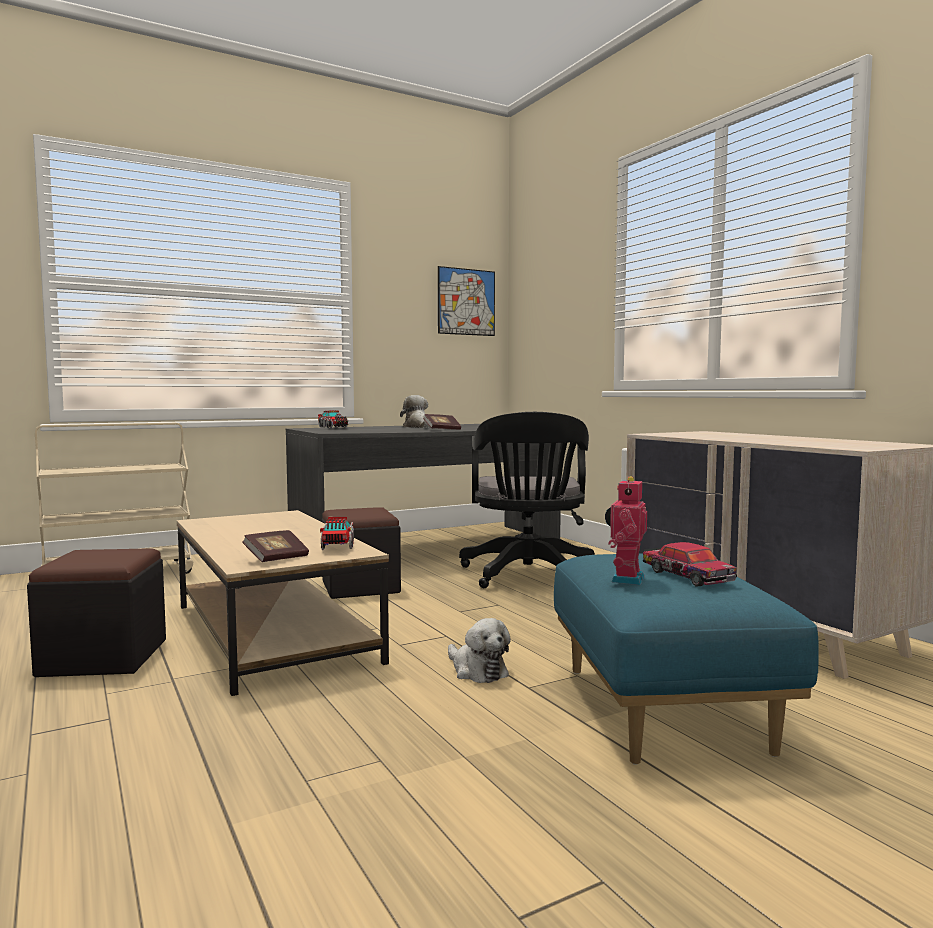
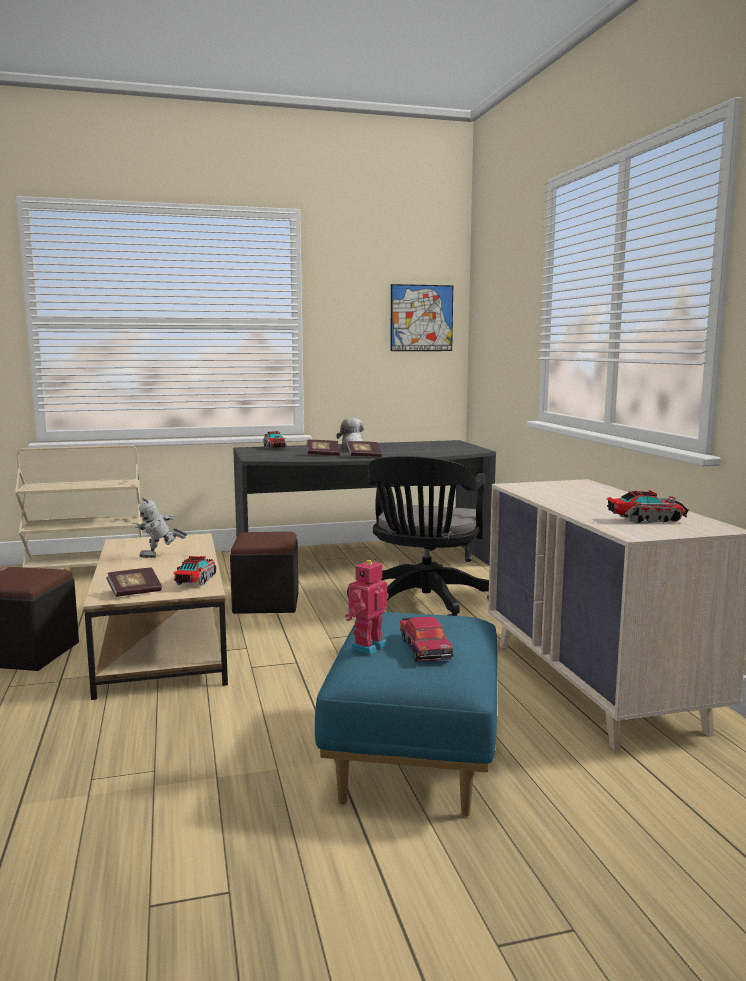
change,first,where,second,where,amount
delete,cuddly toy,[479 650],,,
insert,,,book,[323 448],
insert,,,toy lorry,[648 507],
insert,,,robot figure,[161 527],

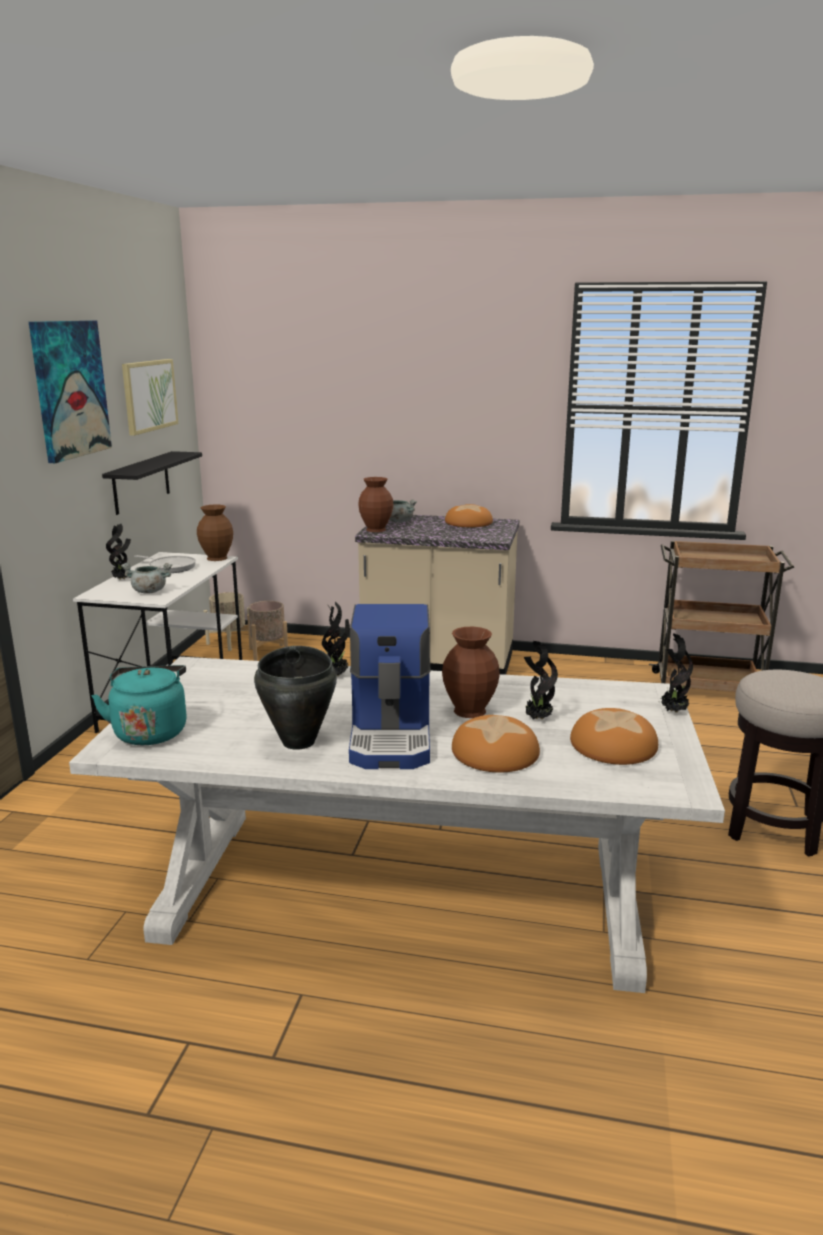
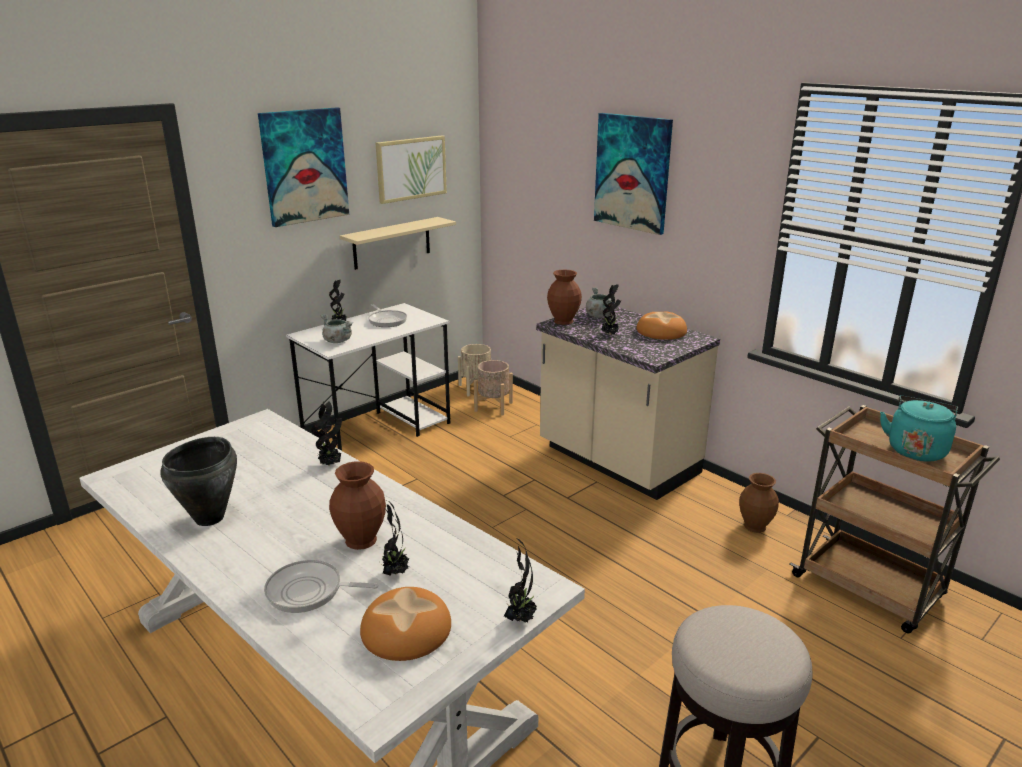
change,first,where,second,where,amount
recolor,wall shelf (blackish),[152 483],wall shelf (sand-coloured),[398 243],
move,vase (brown-coloured),[215 533],,[759 503],
delete,coffee maker,[389 686],,,
move,tea kettle (turquoise-coloured),[139 705],,[919 429],
replace,bakery bread,[496 743],pan,[321 586],
insert,,,wall picture,[633 174],
insert,,,houseplant,[611 310],

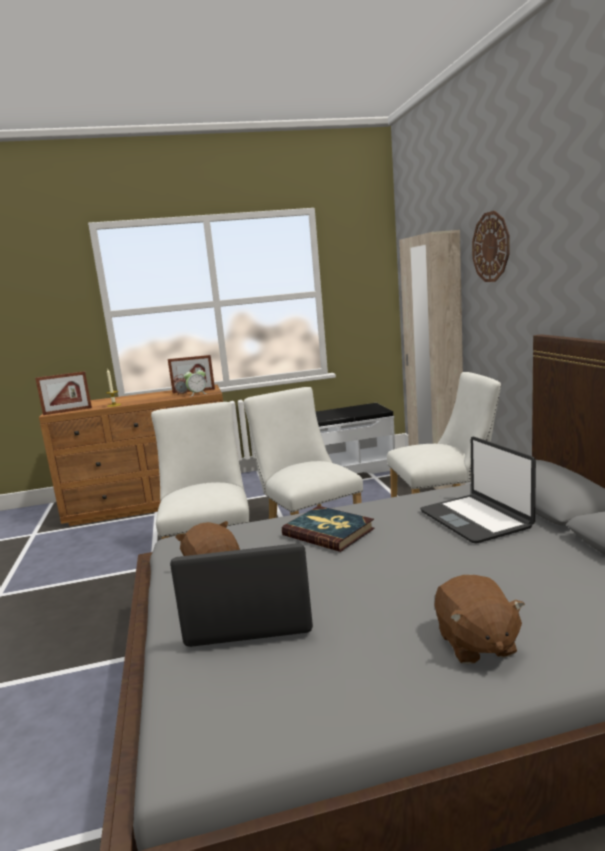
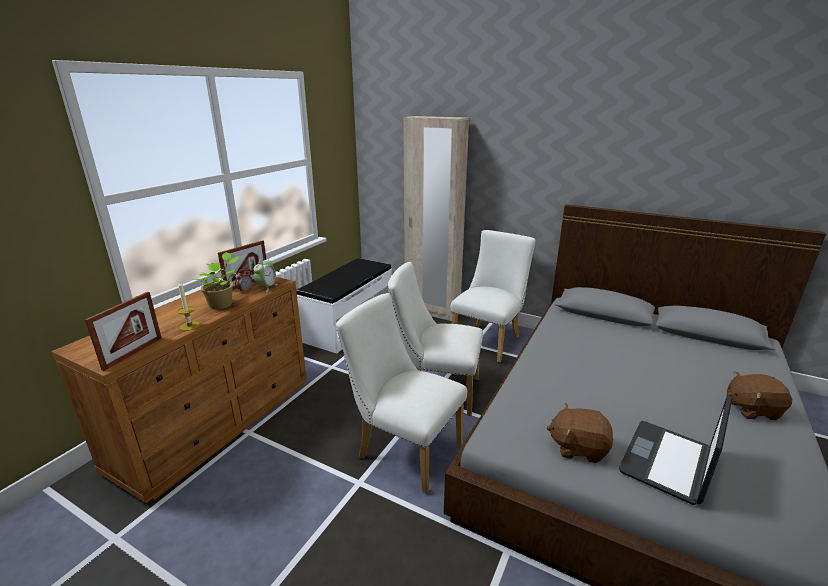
change,first,where,second,where,amount
delete,hanging clock,[490 246],,,
delete,laptop,[478 490],,,
delete,book,[328 529],,,
rotate,cuddly toy (brown-coloured),[480 619],,[759 395],150 degrees clockwise
insert,,,houseplant,[215 281],

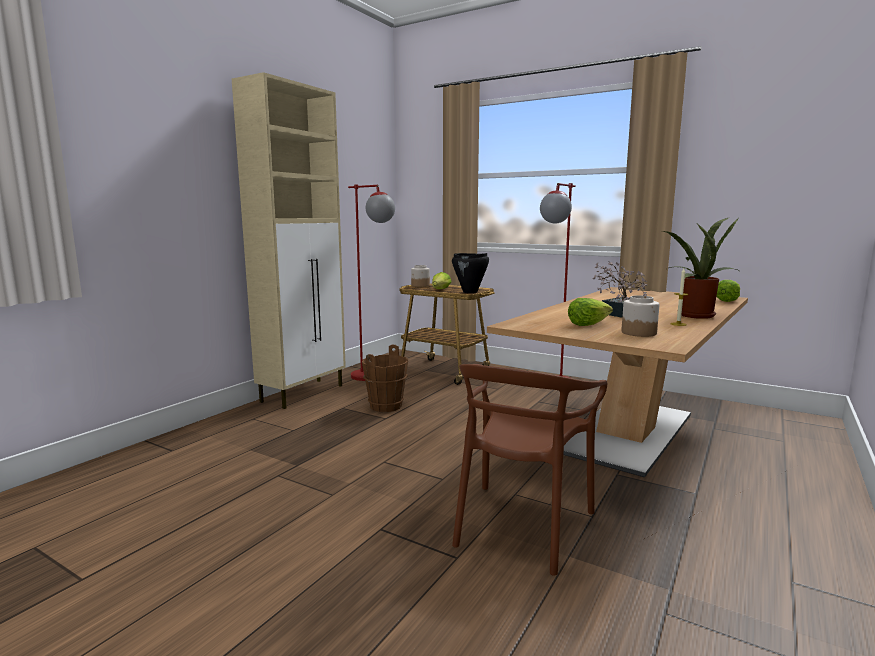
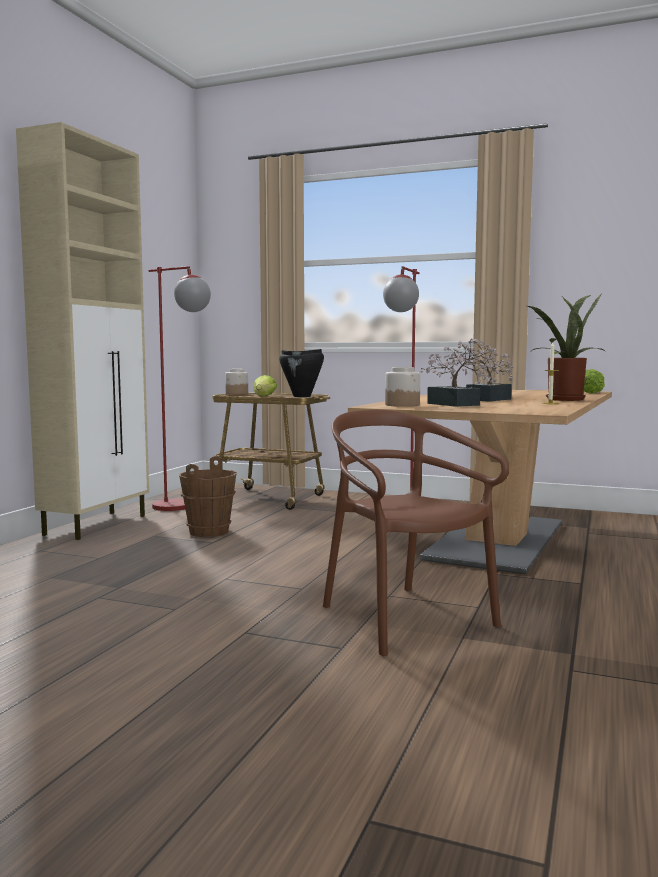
change,first,where,second,where,amount
move,storage jar,[640 316],,[402 387],
replace,head of lettuce,[590 312],houseplant,[458 372],
rotate,chair (brown-coloured),[529 470],,[416 533],135 degrees clockwise

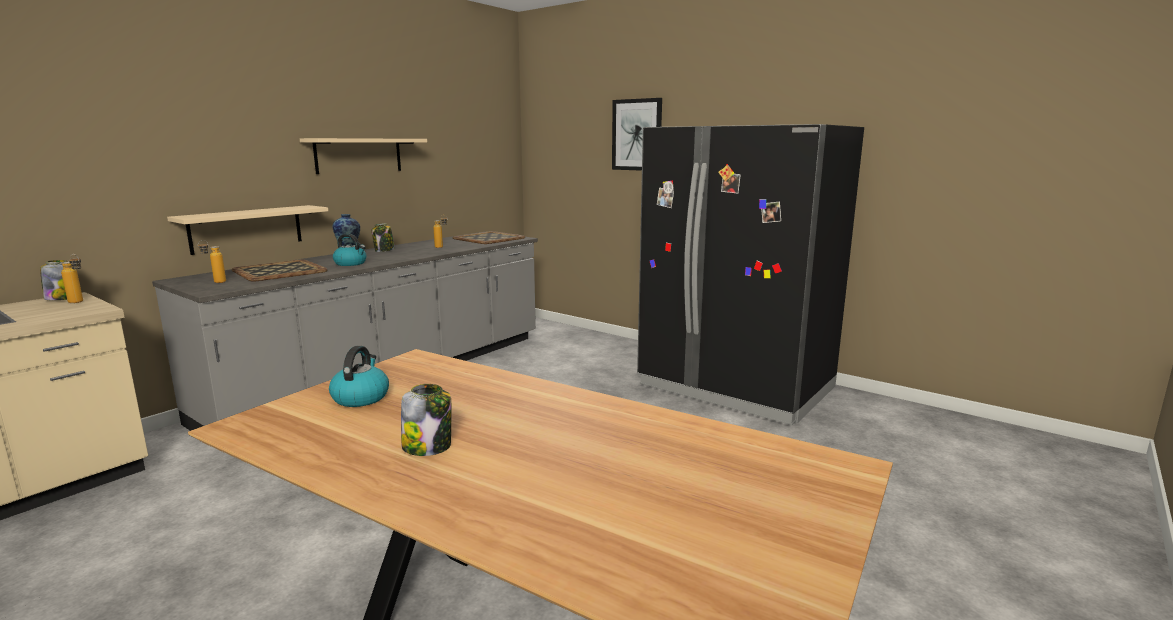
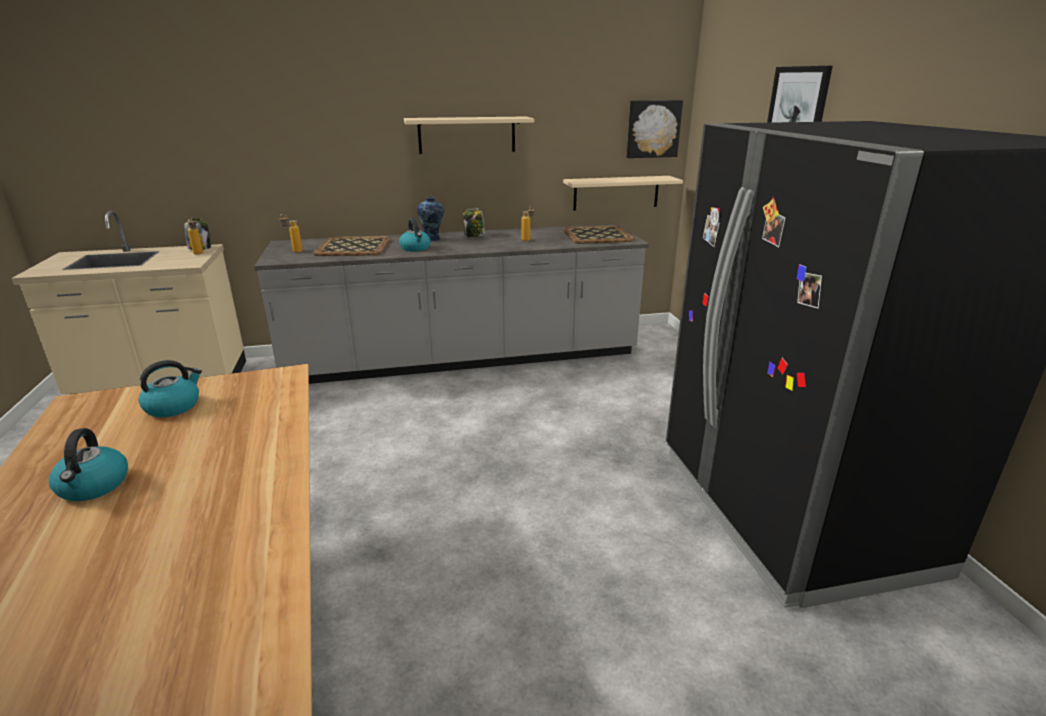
change,first,where,second,where,amount
move,wall shelf (sand-coloured),[247 230],,[623 193],
replace,storage jar,[426 420],tea kettle,[88 464],
insert,,,wall picture,[655 129],

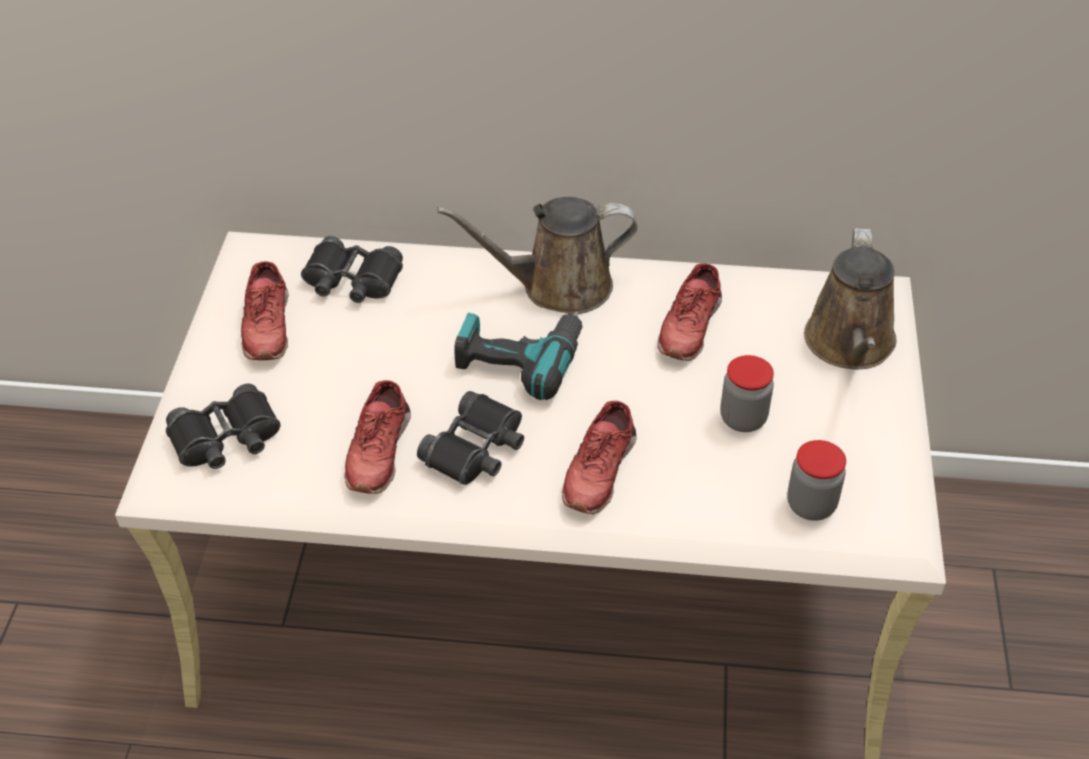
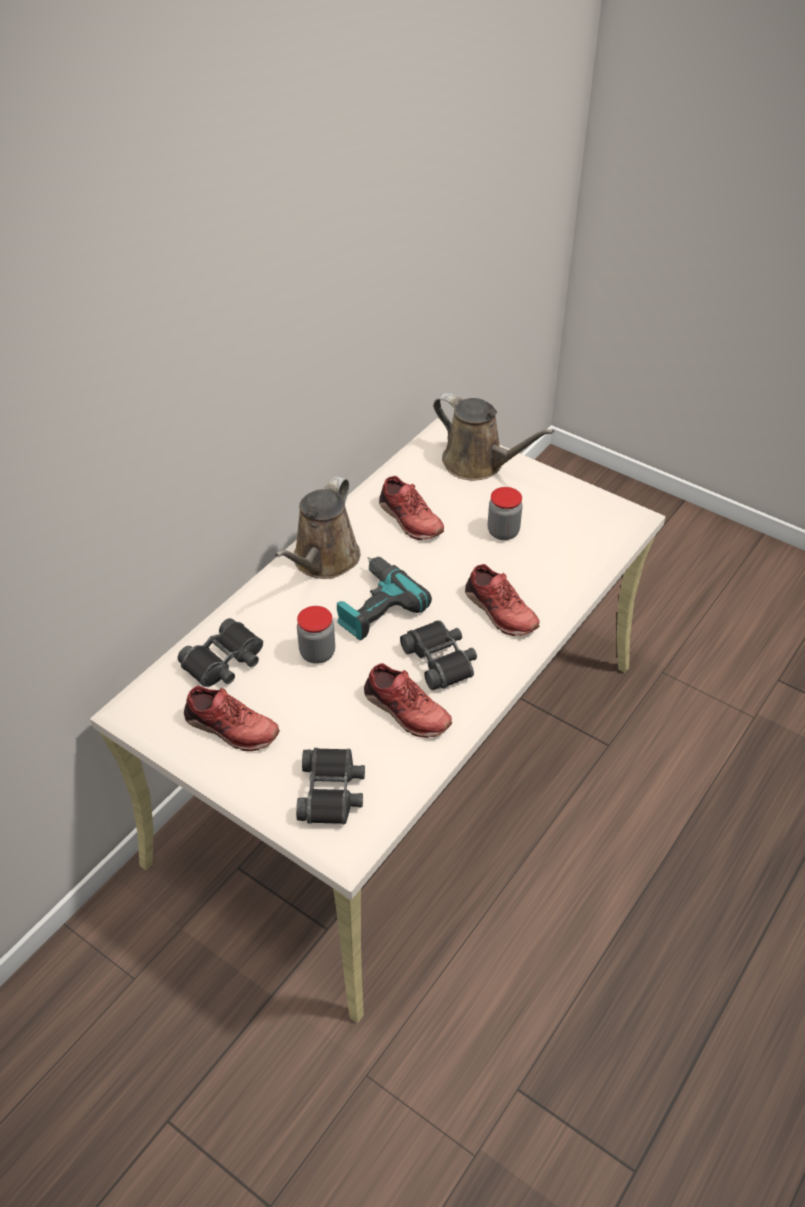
change,first,where,second,where,amount
move,storage jar,[816 480],,[316 635],

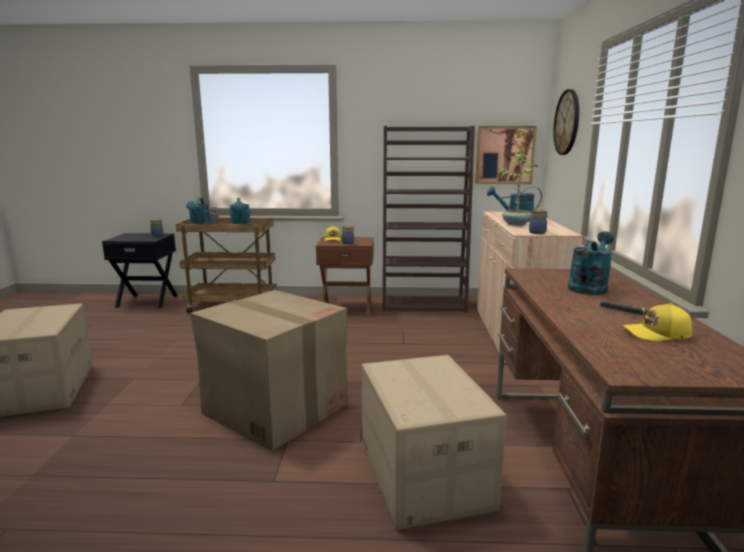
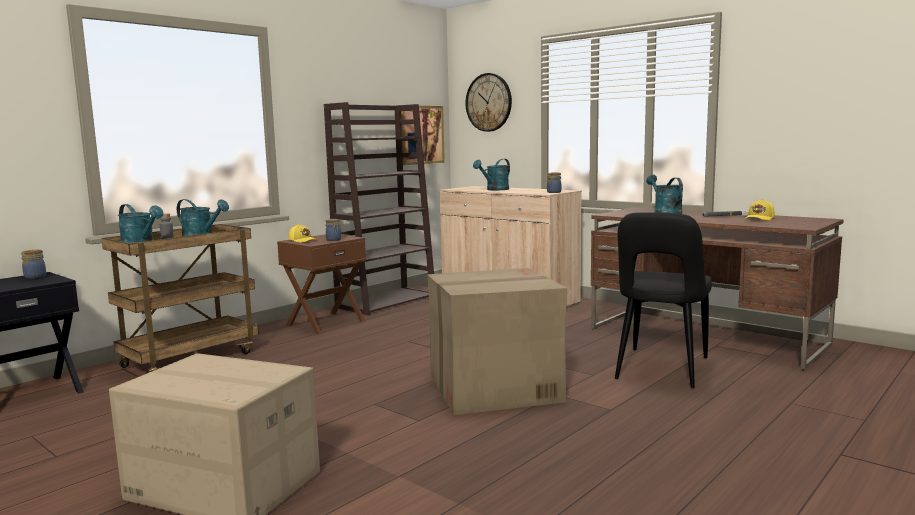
change,first,where,second,where,amount
delete,houseplant,[518 189],,,
replace,cardboard box,[434 442],chair (blackish),[663 300],

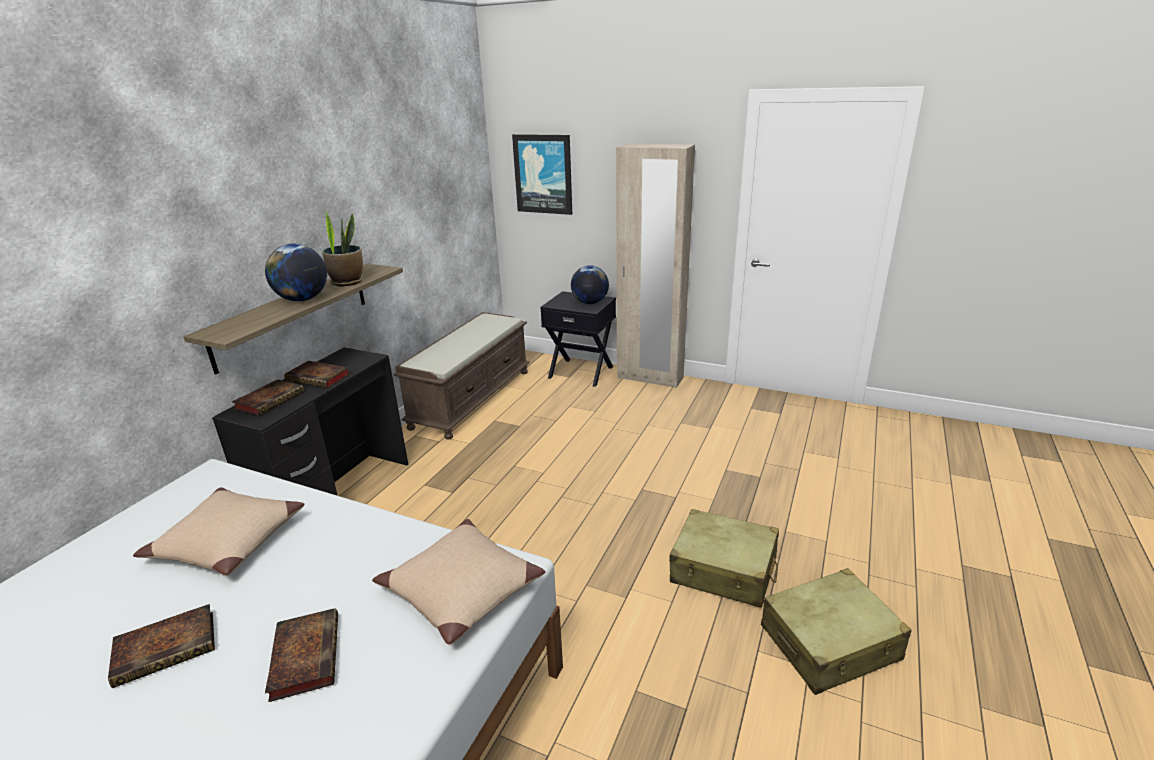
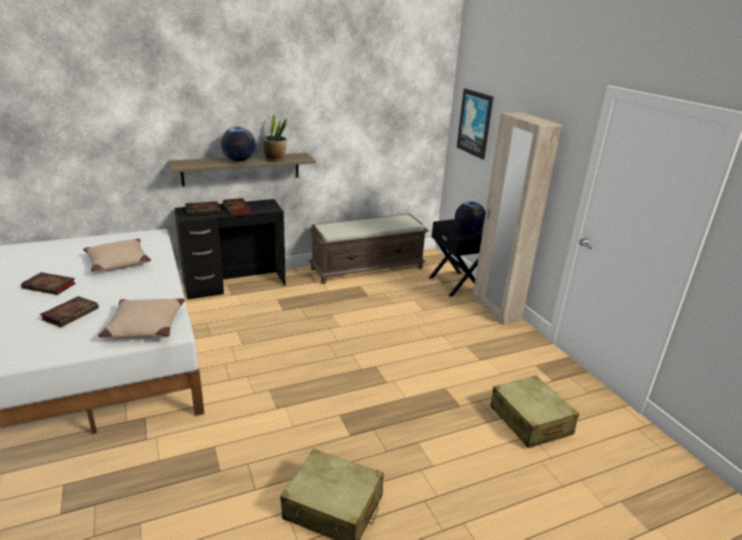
change,first,where,second,where,amount
move,piece of luggage (sand-coloured),[724 558],,[534 412],

